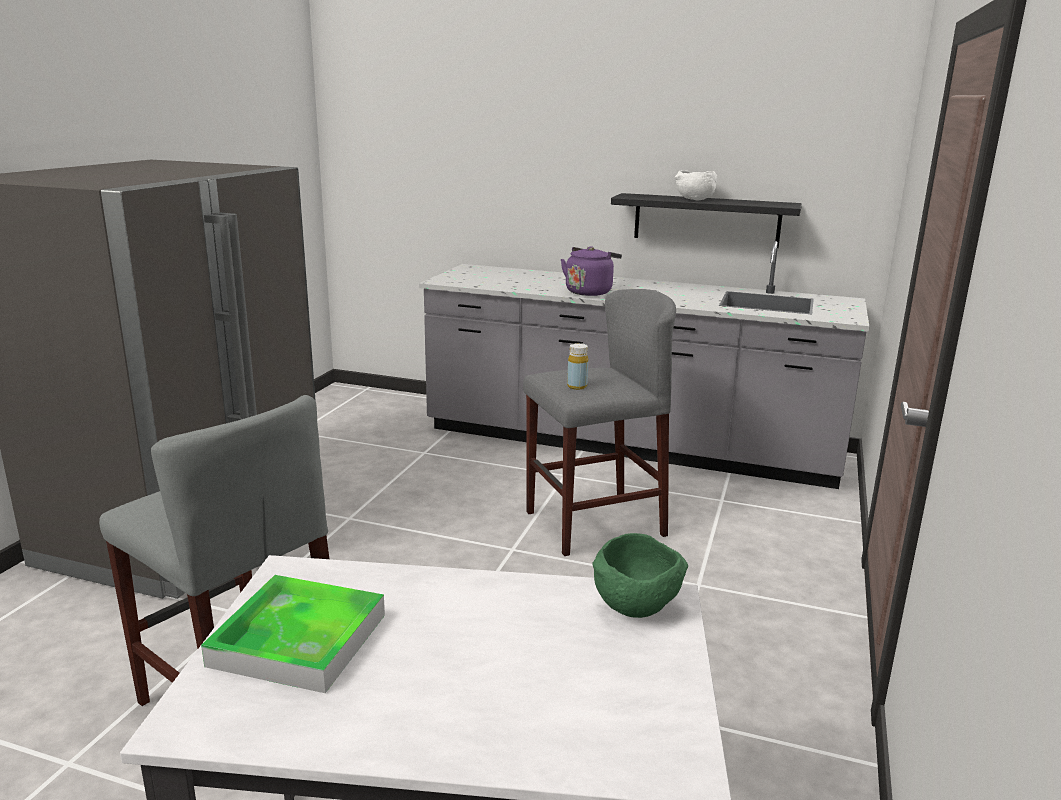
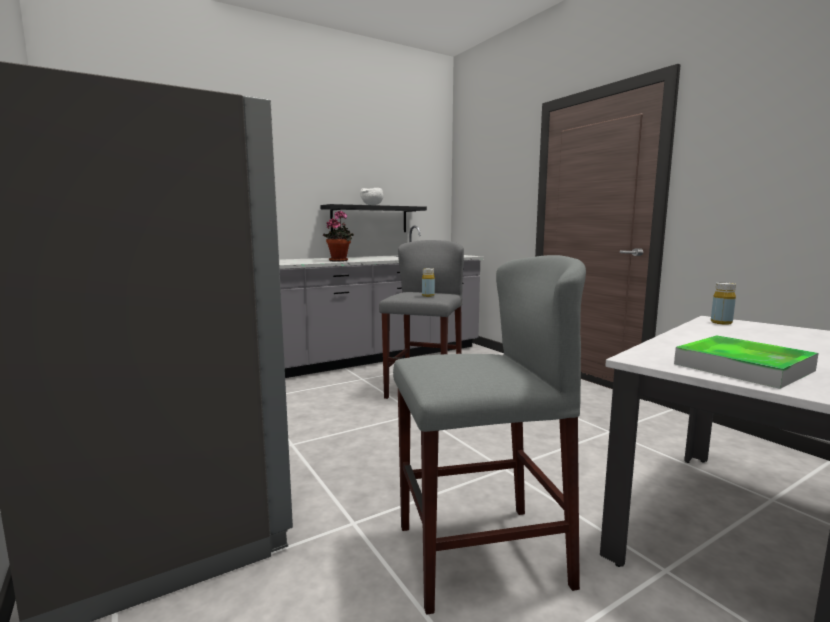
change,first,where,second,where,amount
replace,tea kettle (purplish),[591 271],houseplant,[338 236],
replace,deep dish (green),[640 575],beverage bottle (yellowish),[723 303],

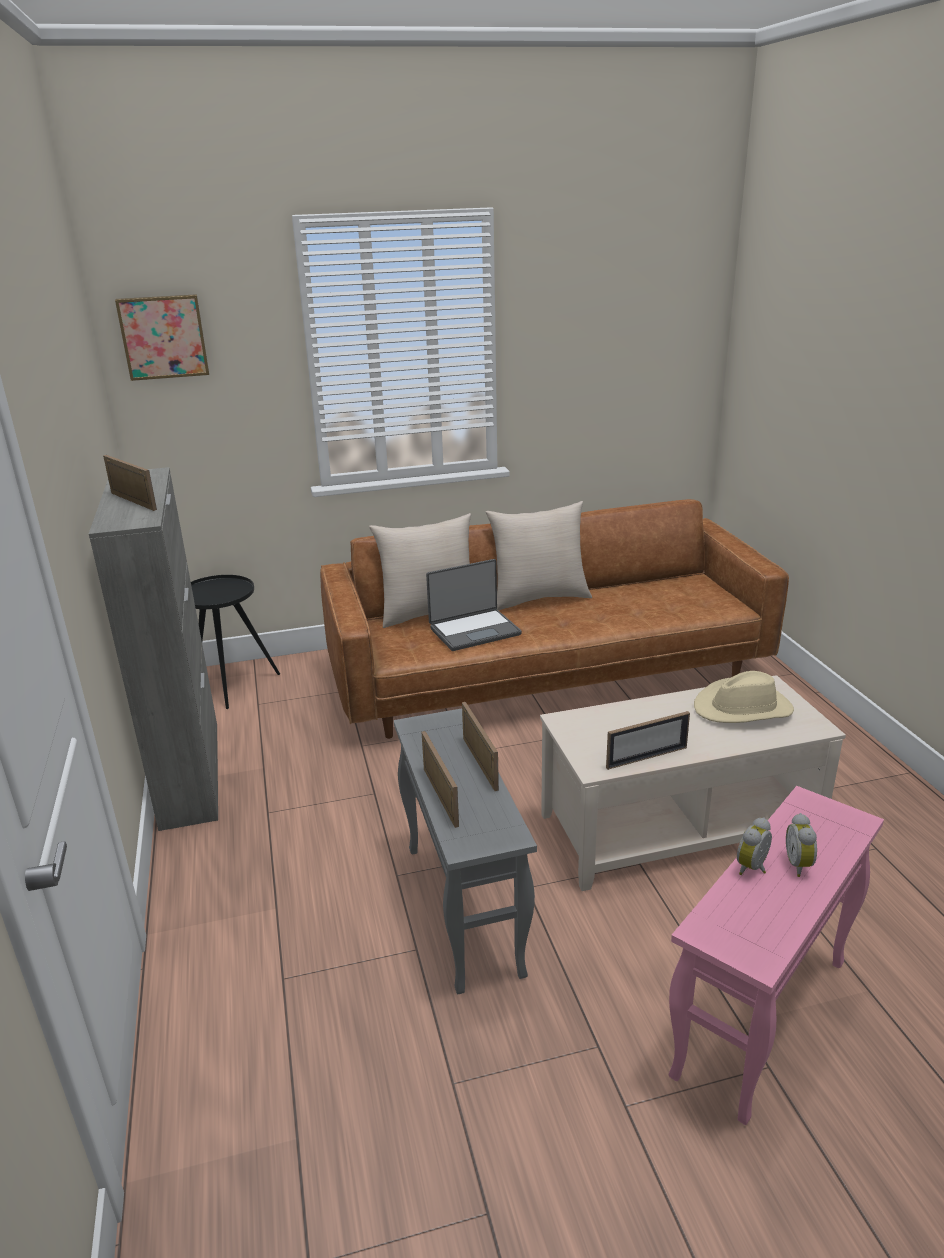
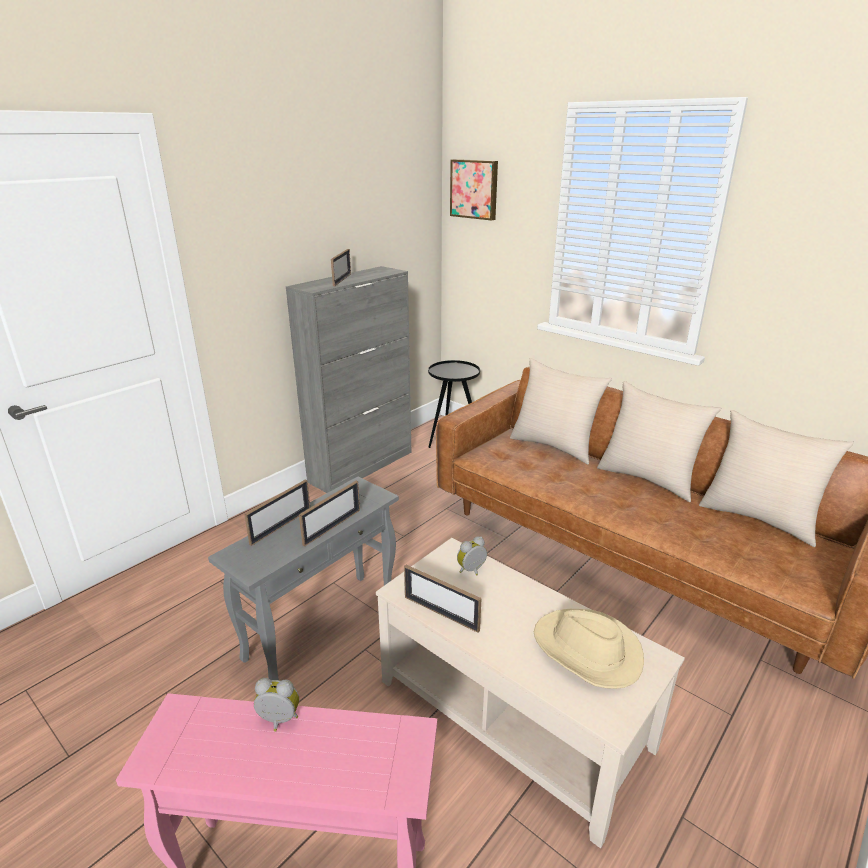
change,first,where,second,where,amount
delete,laptop,[474 605],,,
move,table clock,[801 845],,[472 556],
insert,,,cushion (sand-coloured),[776 478],

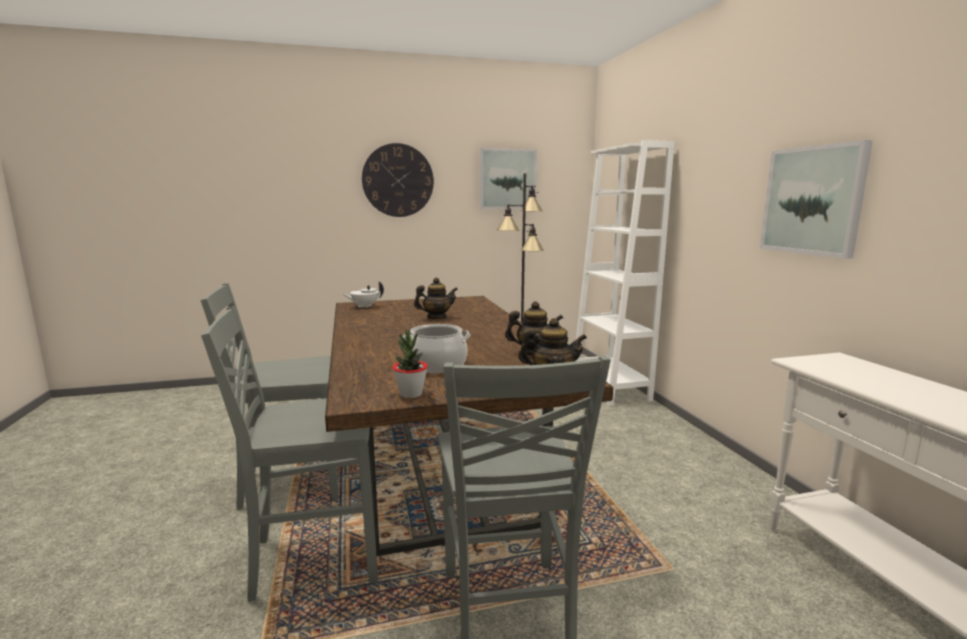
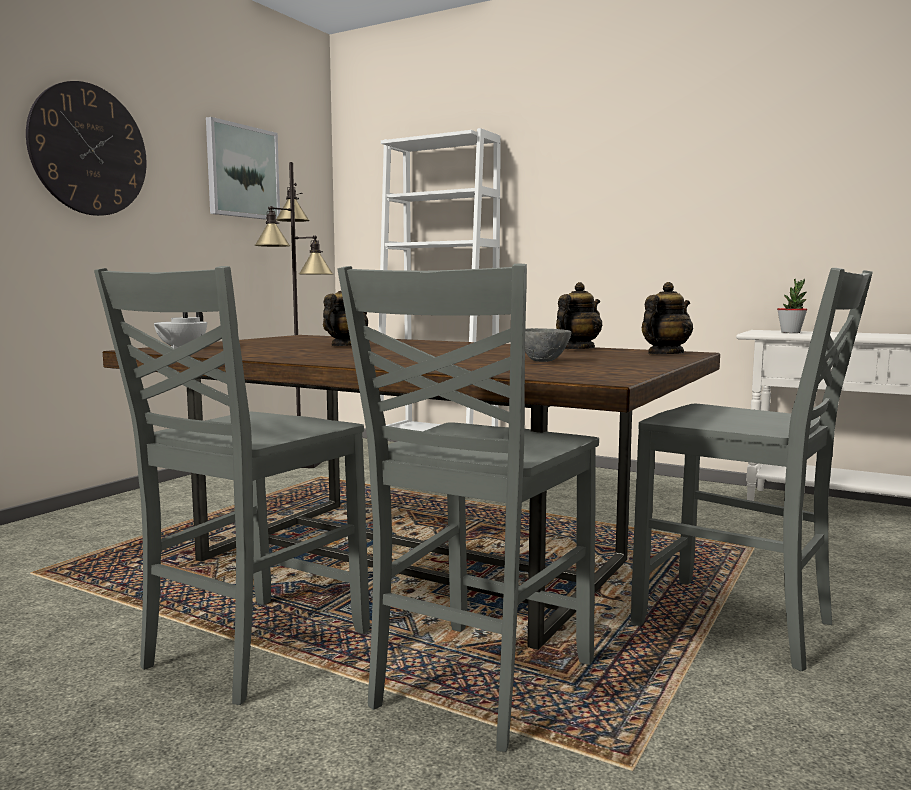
change,first,where,second,where,amount
delete,wall picture,[816 199],,,
replace,saucepot,[436 348],deep dish (gray),[548 345],
move,houseplant,[410 364],,[792 305],

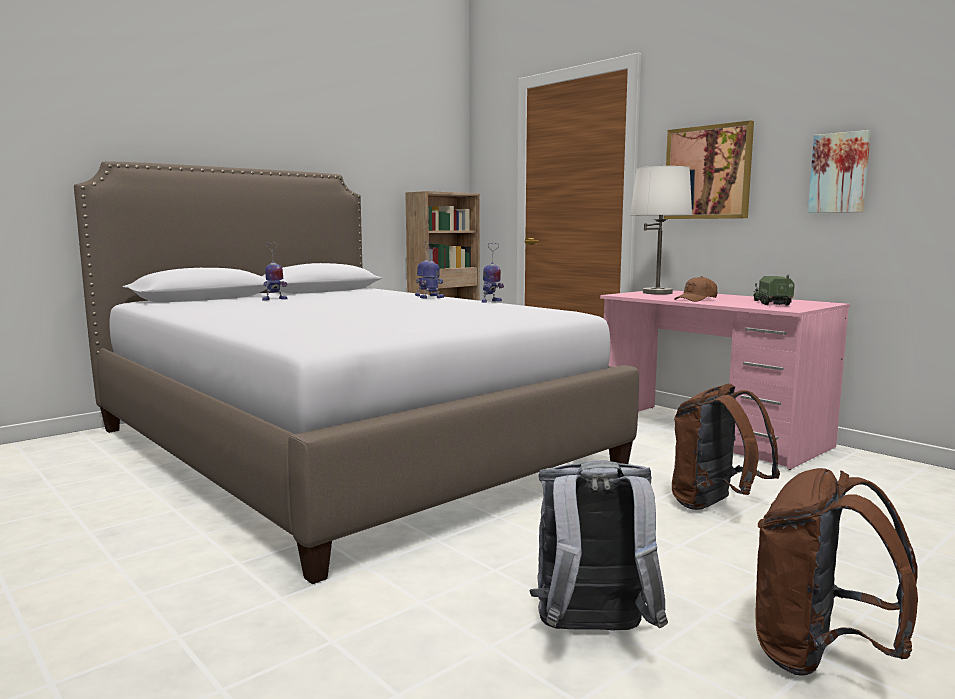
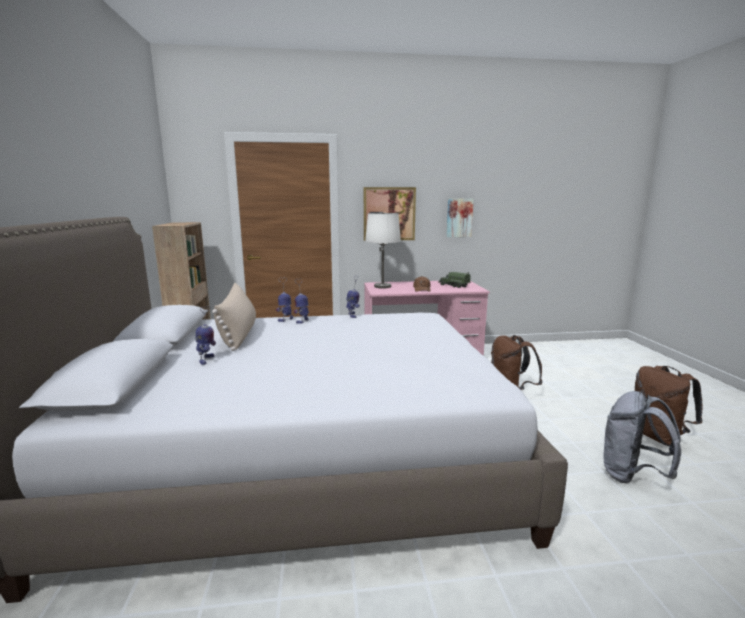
change,first,where,second,where,amount
insert,,,cushion (sand-coloured),[234 317],

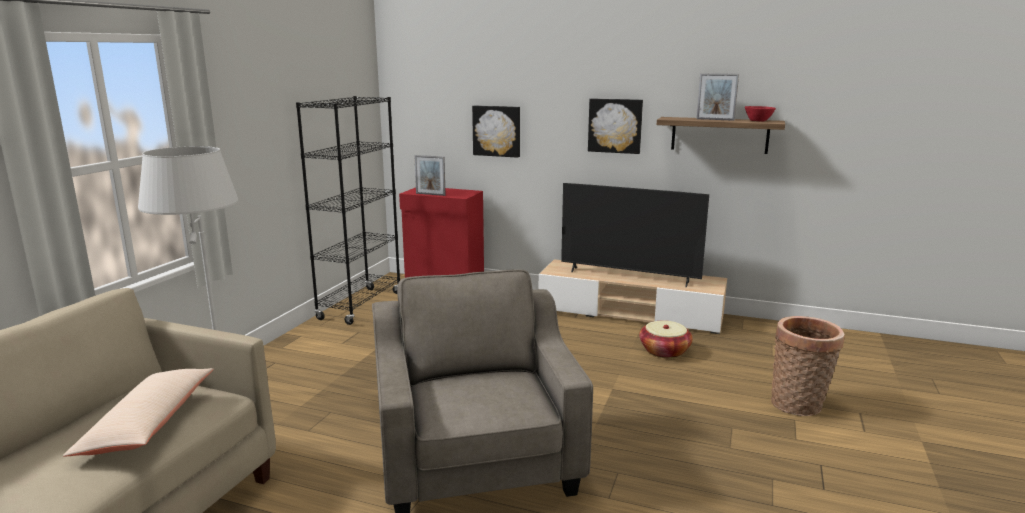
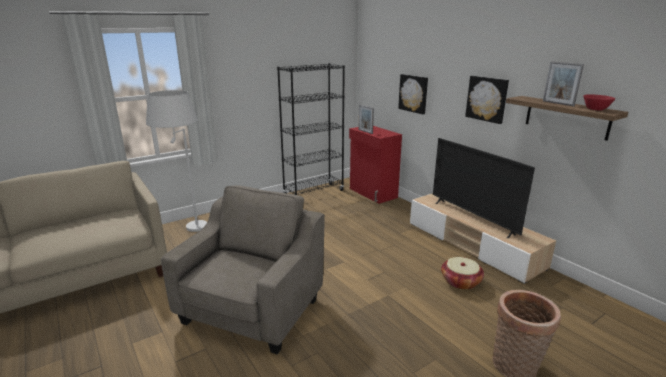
change,first,where,second,where,amount
delete,cushion (sand-coloured),[138 412],,,

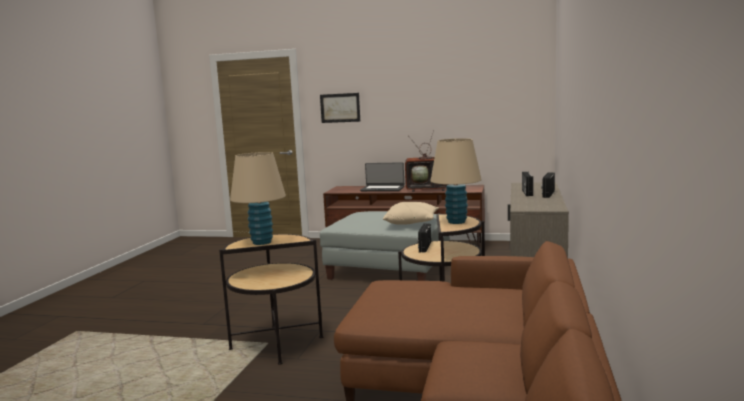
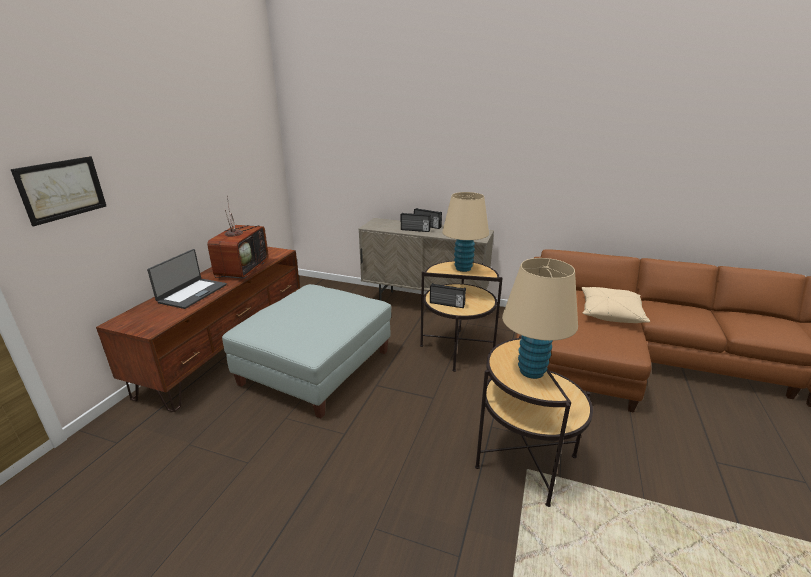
change,first,where,second,where,amount
move,cushion (sand-coloured),[411 213],,[616 305],

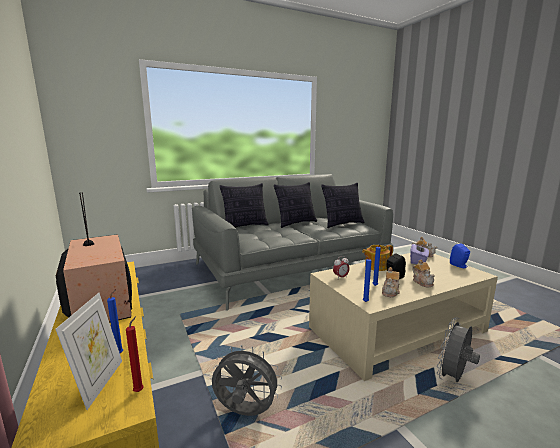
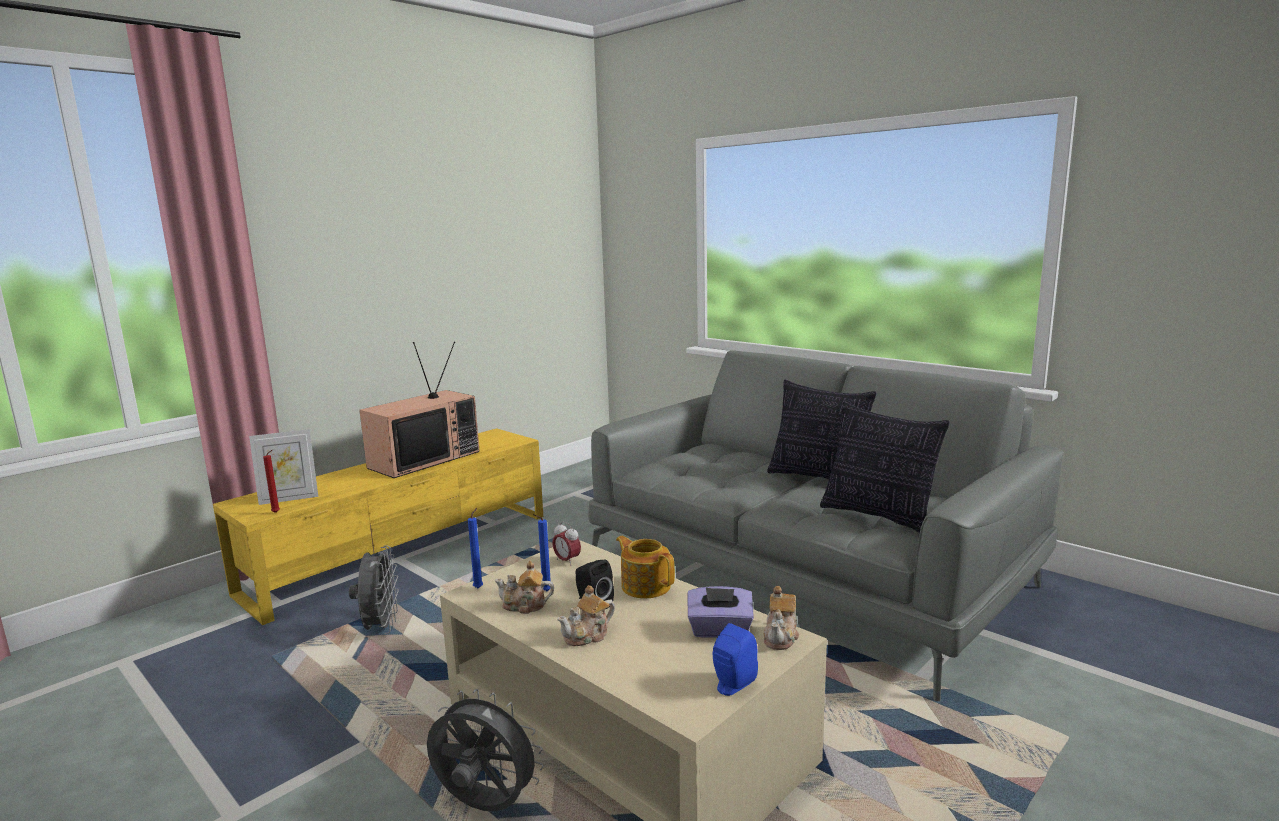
change,first,where,second,where,amount
delete,cushion,[244 205],,,
delete,wax light (blue),[115 321],,,

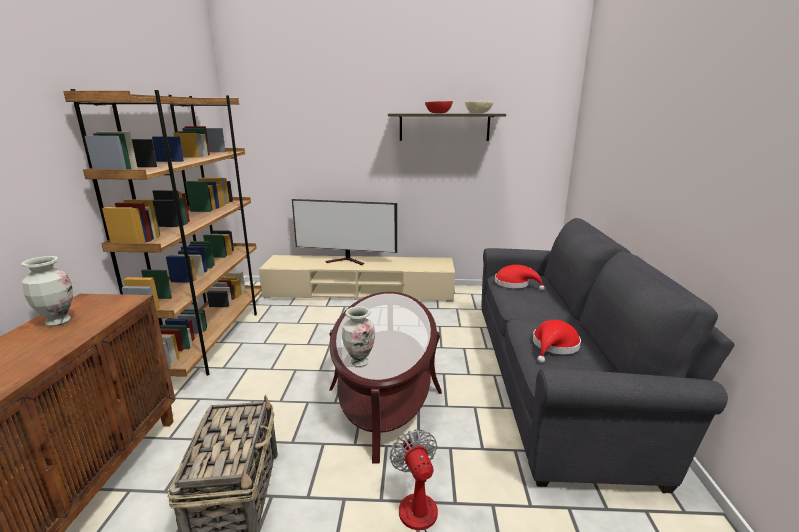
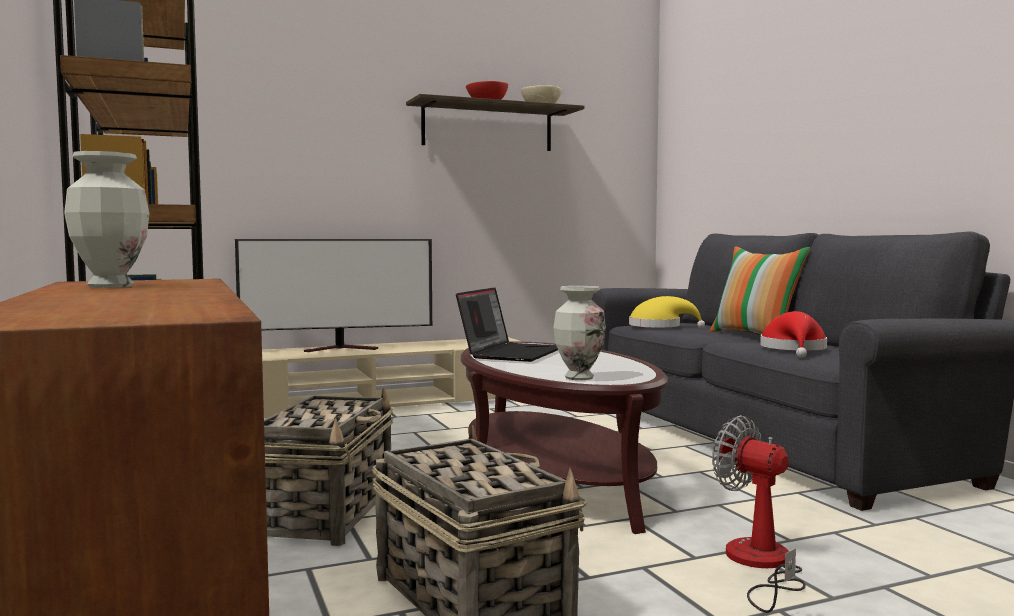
change,first,where,second,where,amount
recolor,wearable hat (red-coloured),[520 277],wearable hat (yellowish),[667 312],
insert,,,cushion,[760 290],
insert,,,laptop,[507 324],
insert,,,storage basket,[328 466],

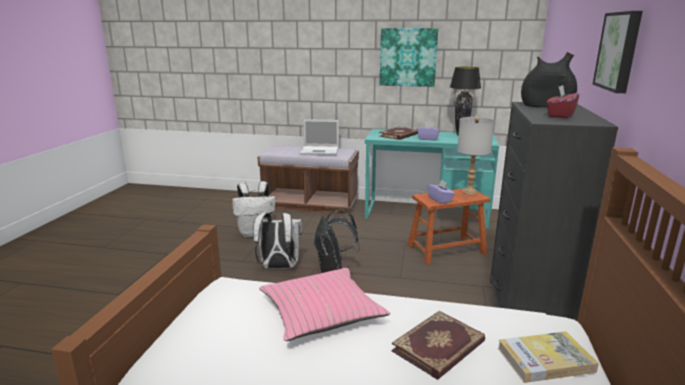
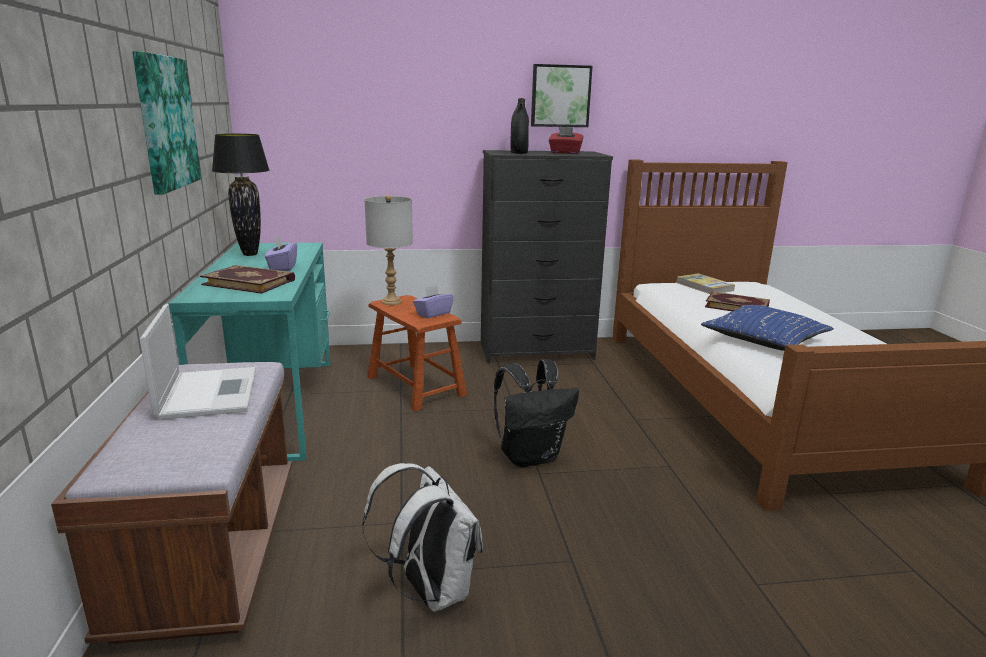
change,first,where,second,where,amount
delete,backpack (whitish),[277 241],,,
recolor,cushion (pink-coloured),[324 304],cushion (blue),[767 328],

